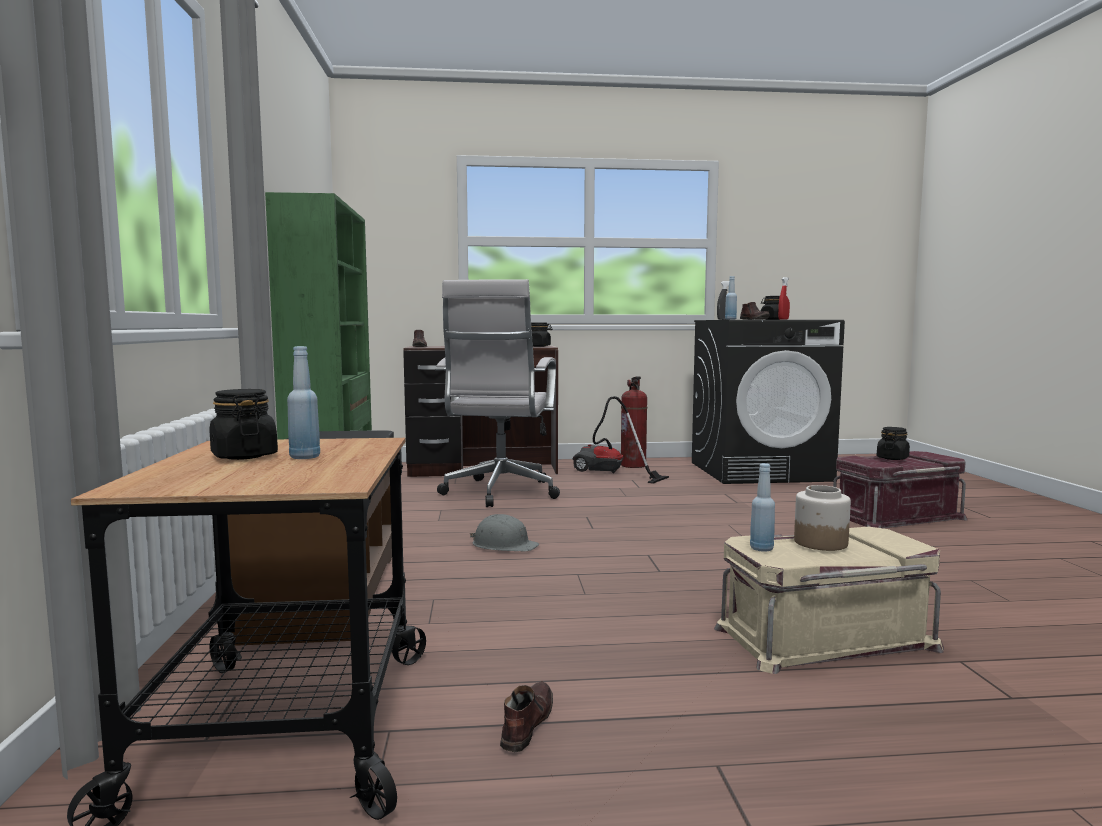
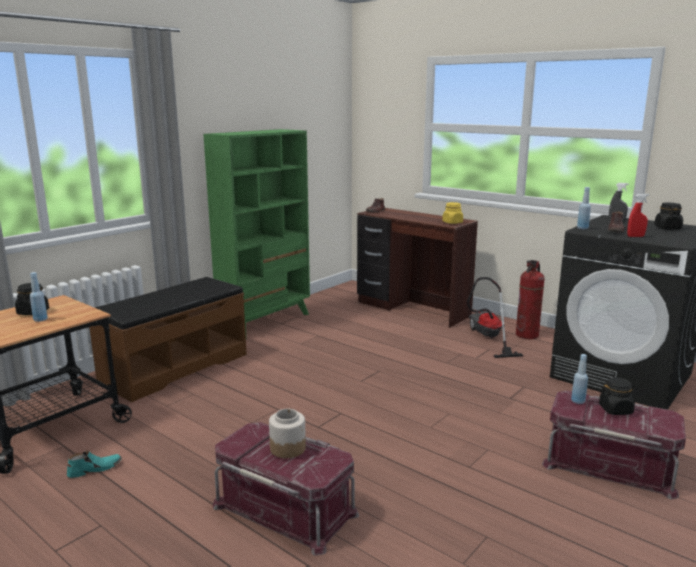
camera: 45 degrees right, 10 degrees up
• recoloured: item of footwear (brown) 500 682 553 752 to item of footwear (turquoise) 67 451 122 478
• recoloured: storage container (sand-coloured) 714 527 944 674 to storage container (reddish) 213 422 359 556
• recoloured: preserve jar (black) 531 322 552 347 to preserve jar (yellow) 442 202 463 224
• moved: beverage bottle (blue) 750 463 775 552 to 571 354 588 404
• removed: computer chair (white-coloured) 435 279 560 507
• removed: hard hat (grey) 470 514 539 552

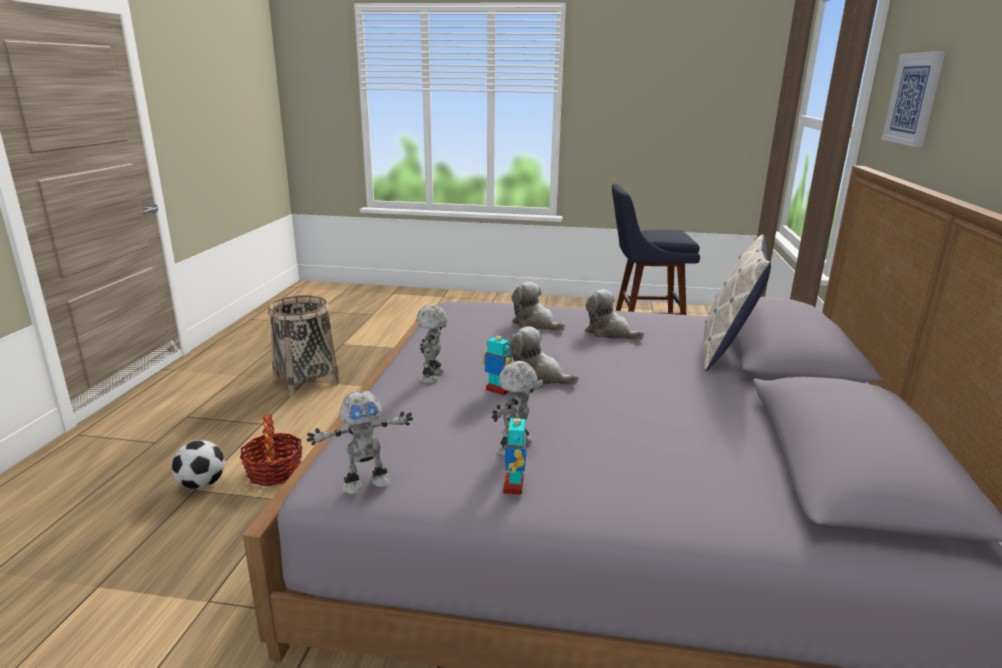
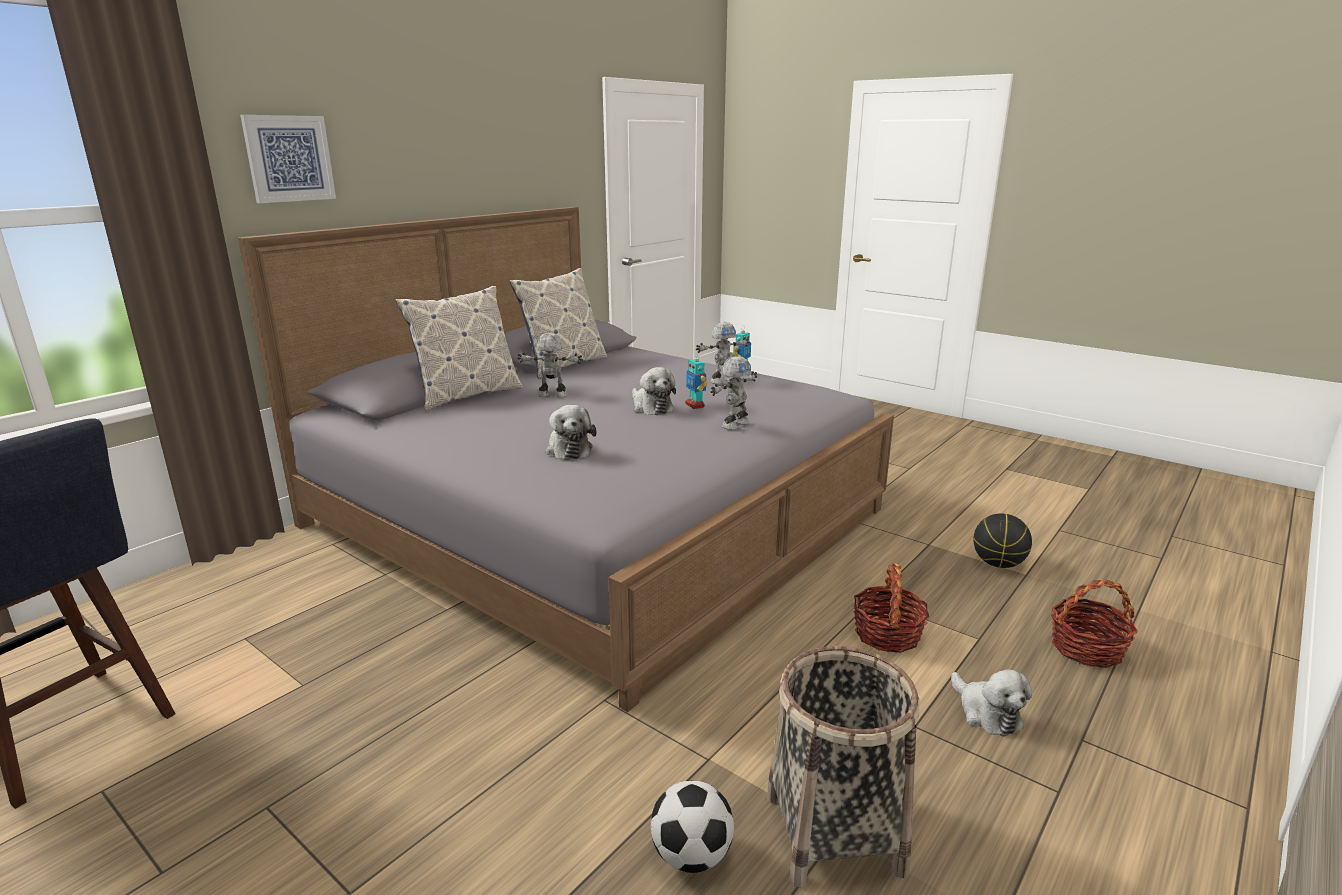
camera: 150 degrees left, 0 degrees up
• added: pillow 509 268 607 378
• moved: model robot 306 390 413 494 to 517 333 583 398
• moved: football 172 440 225 489 to 651 780 734 873
• moved: cuddly toy 585 289 644 340 to 951 670 1032 737
• added: basketball ball 973 513 1032 568
• added: household basket 1051 580 1138 668

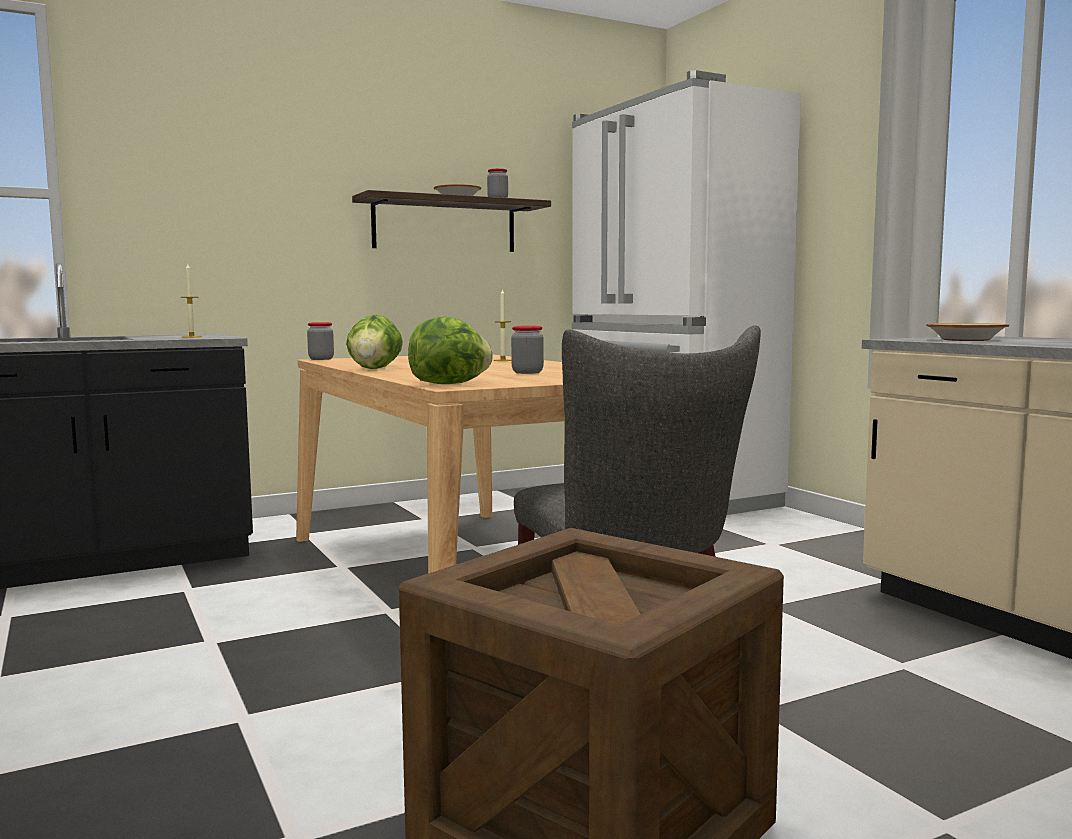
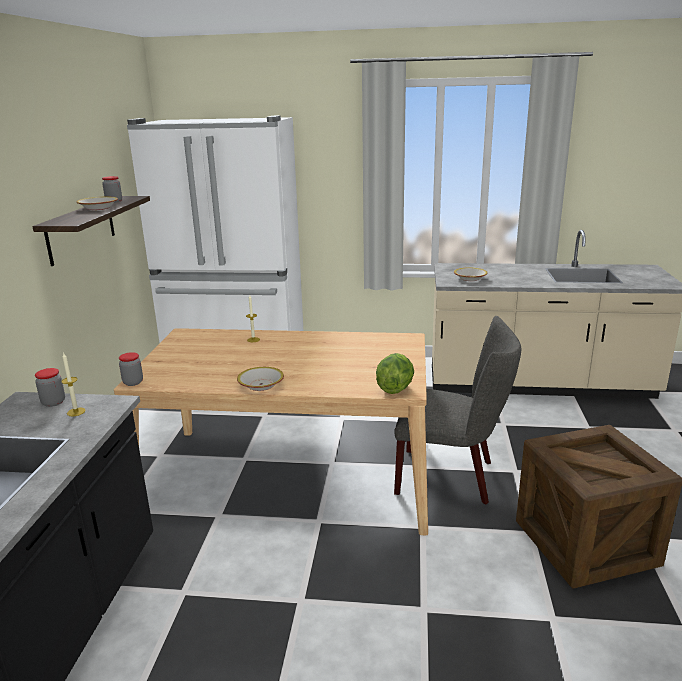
camera: 55 degrees left, 15 degrees up
• moved: preserve jar 511 326 544 374 to 35 368 65 407
• replaced: head of lettuce 346 315 403 369 to serving bowl 237 367 284 391

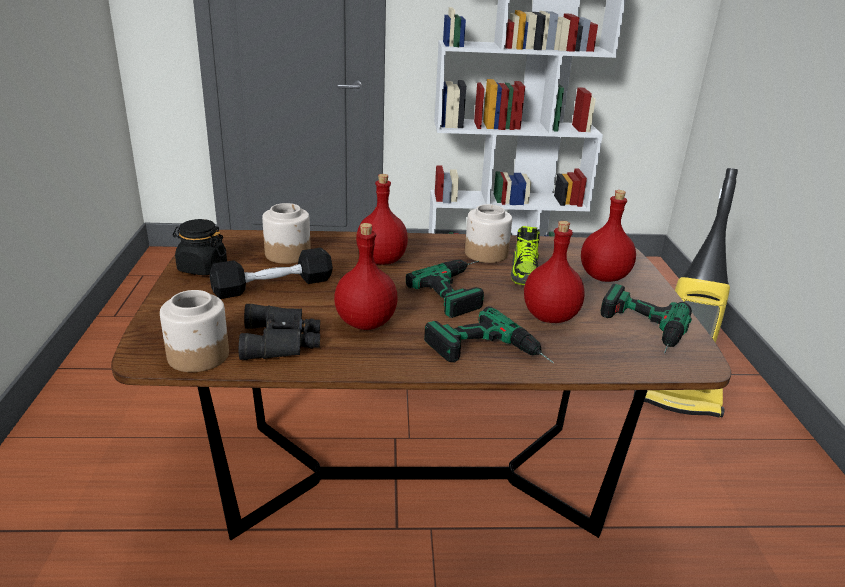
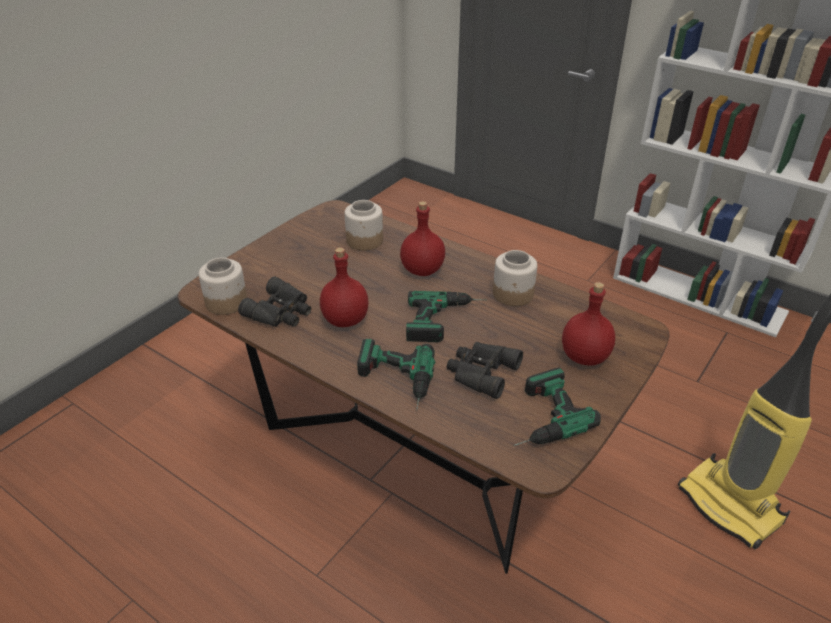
camera: 40 degrees right, 10 degrees up
• replaced: beverage bottle (reddish) 524 221 585 323 to binoculars (black) 447 342 523 399
• removed: preserve jar (black) 173 219 227 275
• removed: hand weight (black) 210 248 333 299
• removed: item of footwear 511 226 540 285

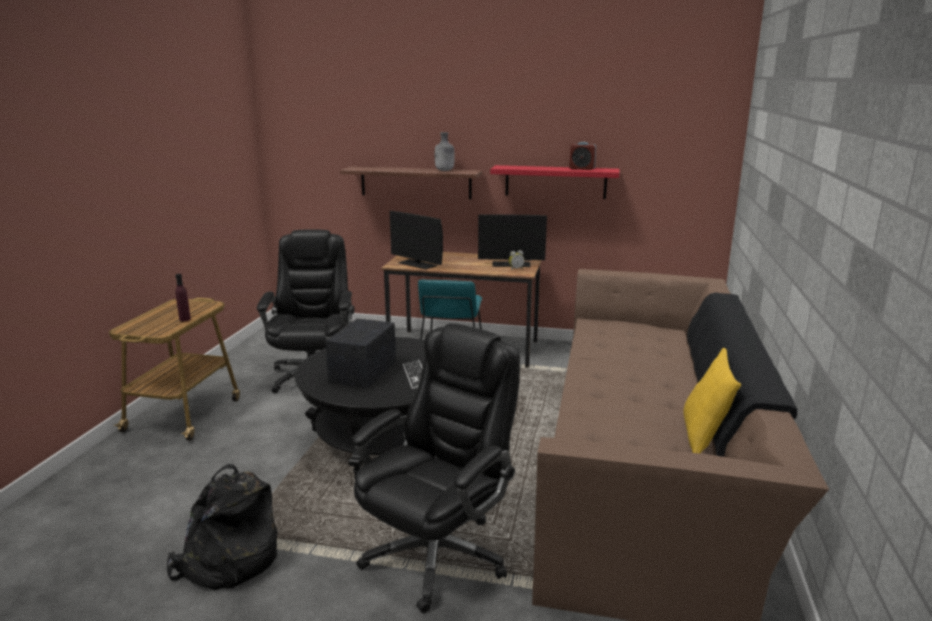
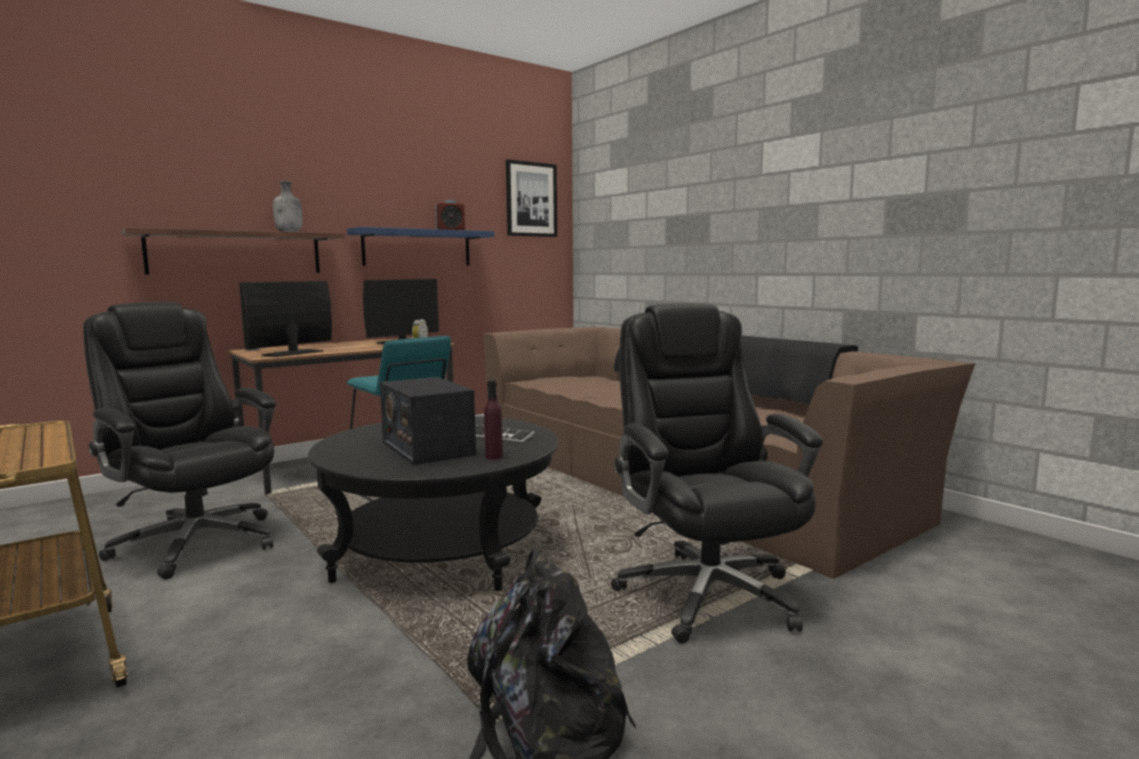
camera: 50 degrees left, 10 degrees down
• turned: computer display 390 211 443 270 = 239 281 332 357 135 degrees clockwise
• recoloured: bracket shelf (reddish) 490 165 620 199 to bracket shelf (blue) 347 227 494 266
• moved: beverage bottle (purple-coloured) 175 274 191 321 to 484 380 503 460
• added: wall picture 506 159 557 237
• removed: pillow (yellow) 683 348 741 453

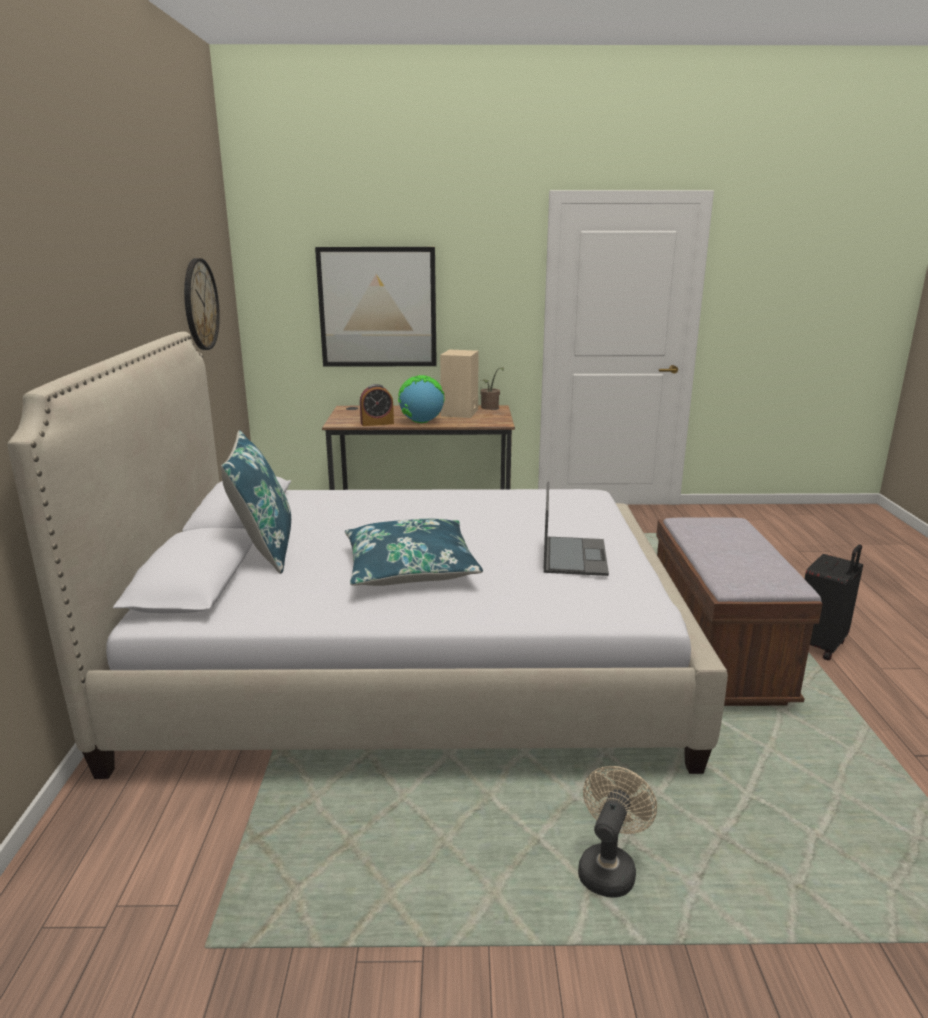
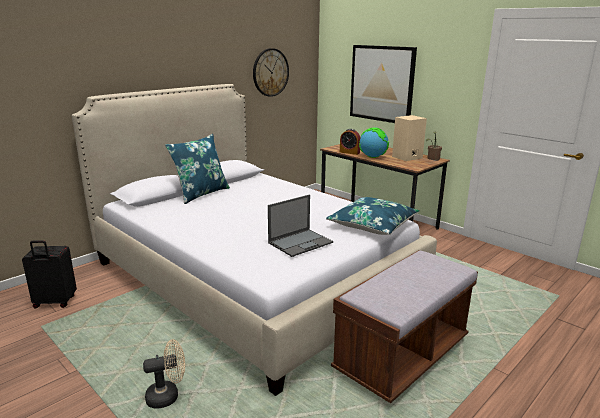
camera: 45 degrees right, 0 degrees up
• moved: travel case (black) 805 544 863 661 to 22 240 77 308
• moved: pillow (blue) 345 519 483 586 to 326 197 419 235

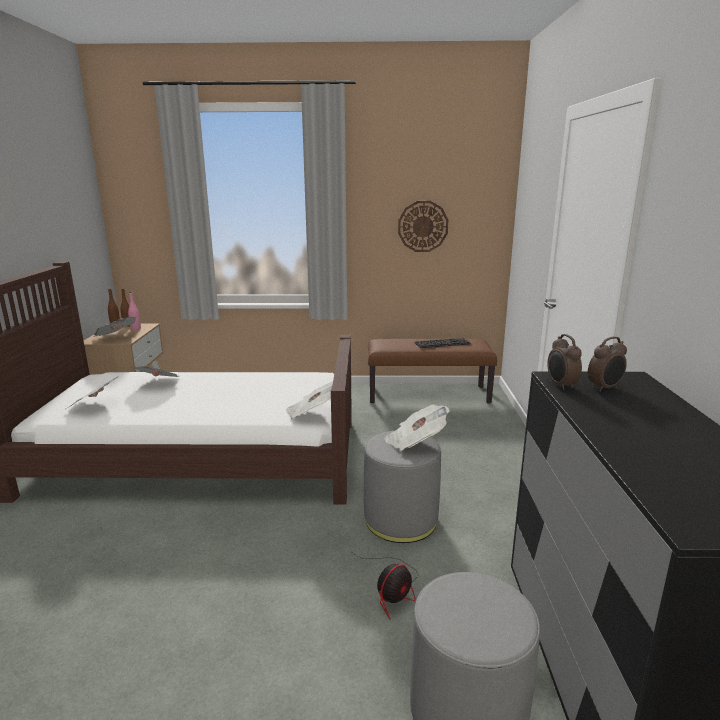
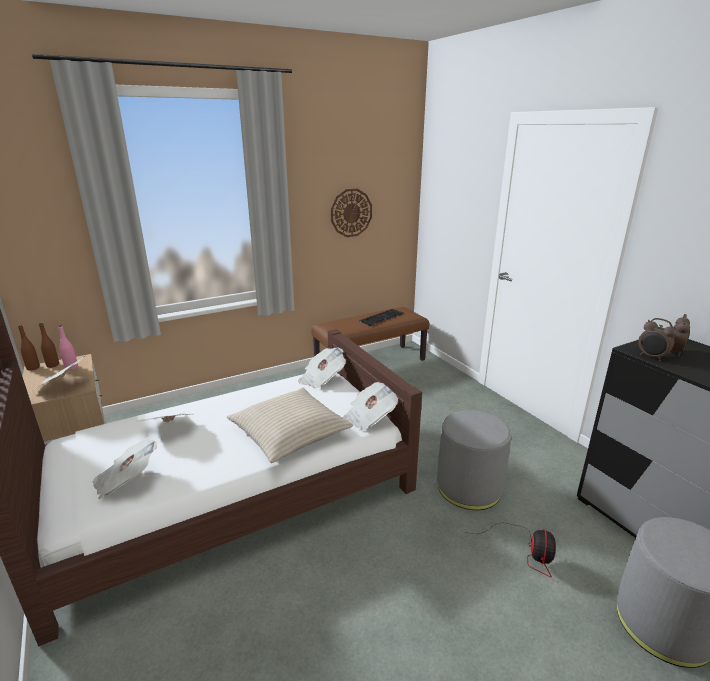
camera: 30 degrees left, 5 degrees up
• added: pillow (sand-coloured) 227 388 353 463
• moved: printed paper 384 404 450 451 to 298 348 346 388

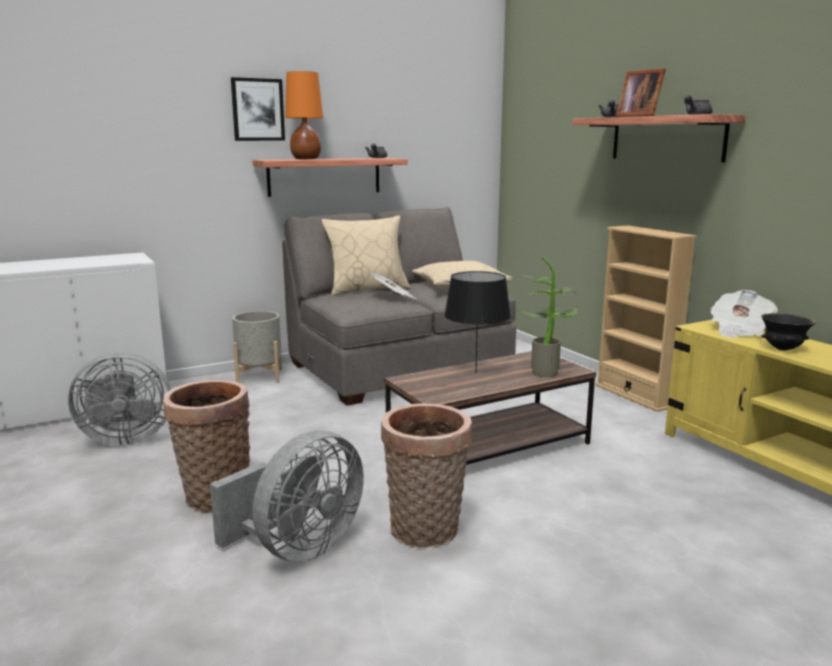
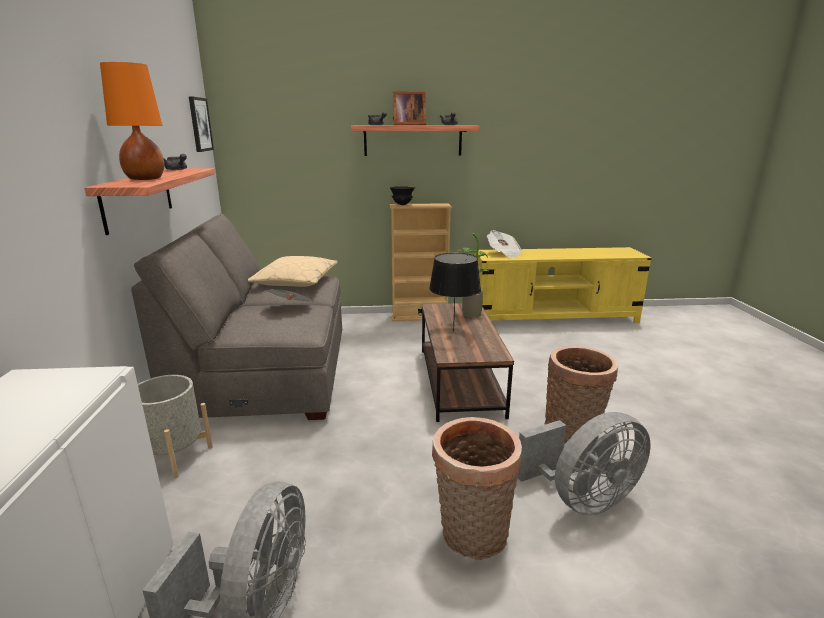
camera: 65 degrees left, 5 degrees up
• moved: wall picture 231 77 285 141 to 189 96 214 152
• moved: serving bowl (black) 761 313 816 351 to 390 186 415 205
• turned: fan (grey) 210 430 364 562 = 518 412 651 515 90 degrees clockwise
• removed: pillow (sand-coloured) 322 215 410 296

